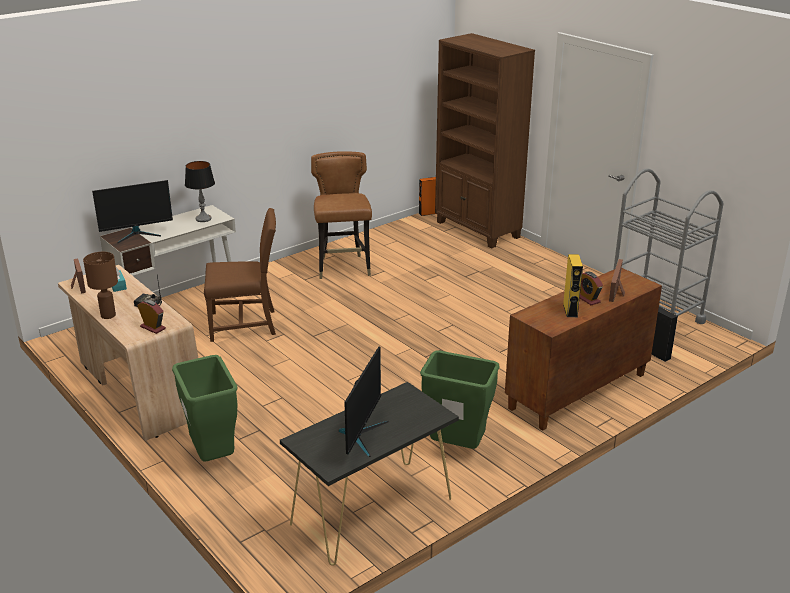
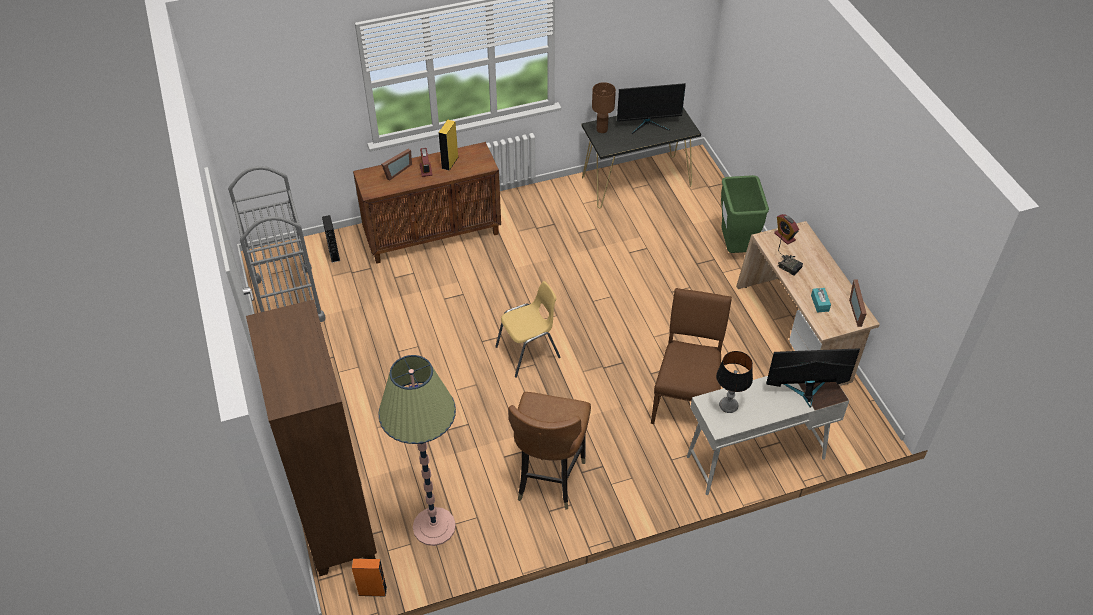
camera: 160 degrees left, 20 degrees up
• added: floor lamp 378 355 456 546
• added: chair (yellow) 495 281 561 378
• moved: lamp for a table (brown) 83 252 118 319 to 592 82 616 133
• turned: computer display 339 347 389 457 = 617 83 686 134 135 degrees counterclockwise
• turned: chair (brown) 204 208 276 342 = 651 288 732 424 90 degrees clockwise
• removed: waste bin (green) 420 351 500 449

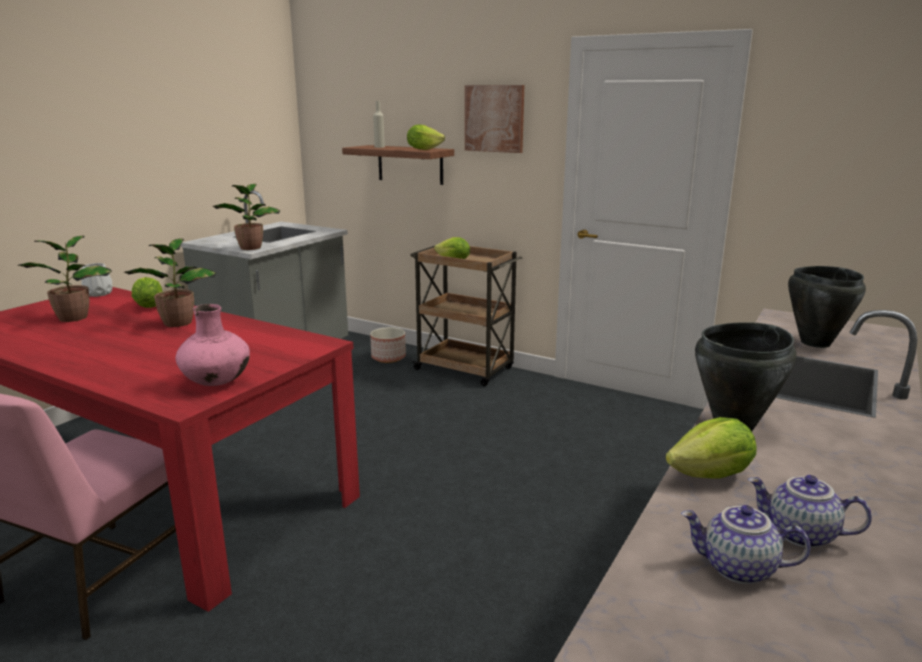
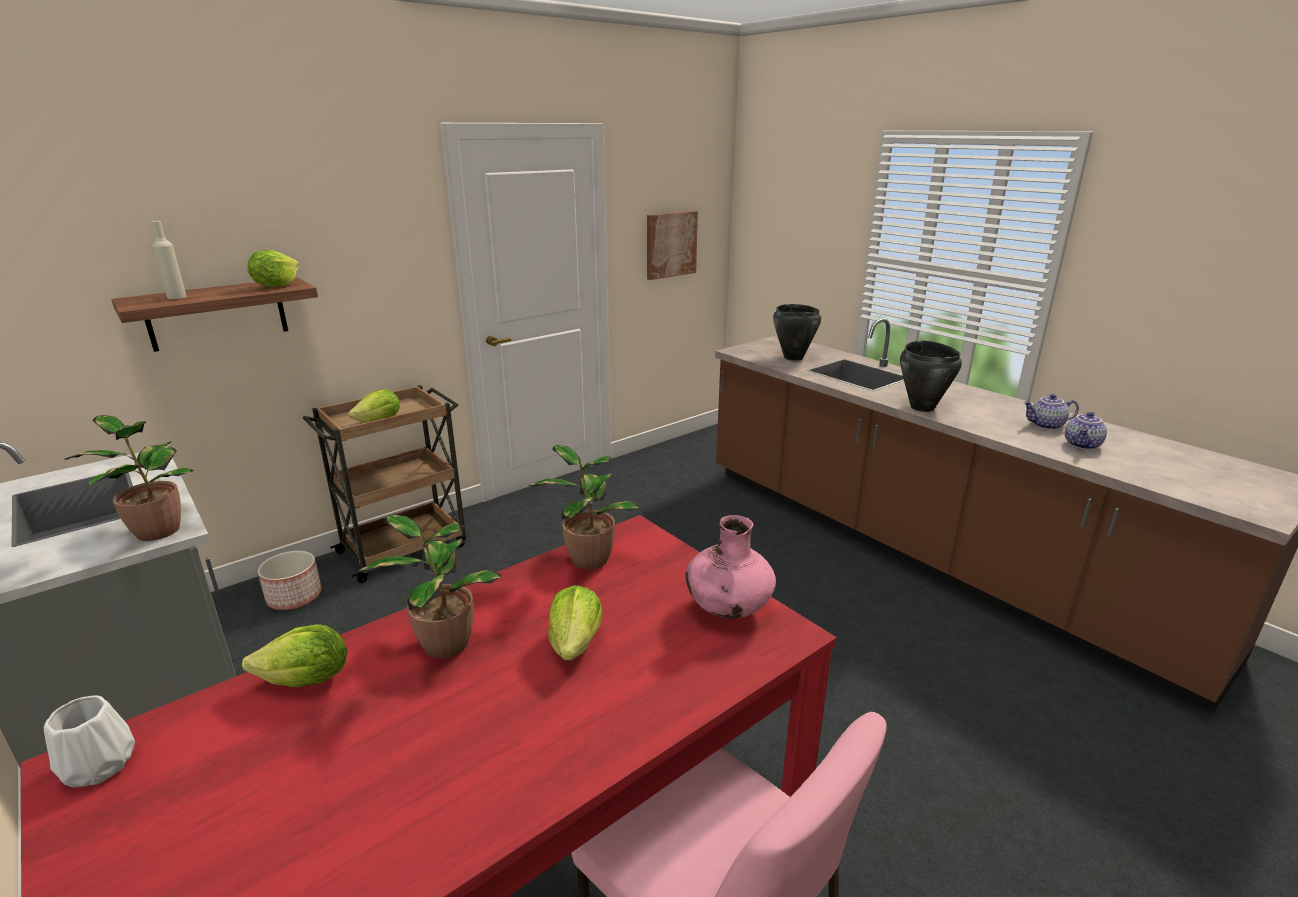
camera: 70 degrees left, 5 degrees up
• moved: plant in a pot 18 236 112 322 to 528 445 639 569
• moved: head of lettuce 666 417 756 479 to 548 585 603 660
• moved: wall picture 465 85 524 153 to 647 211 698 280
• turned: pot for tea 748 475 872 548 = 1023 394 1079 430 45 degrees clockwise

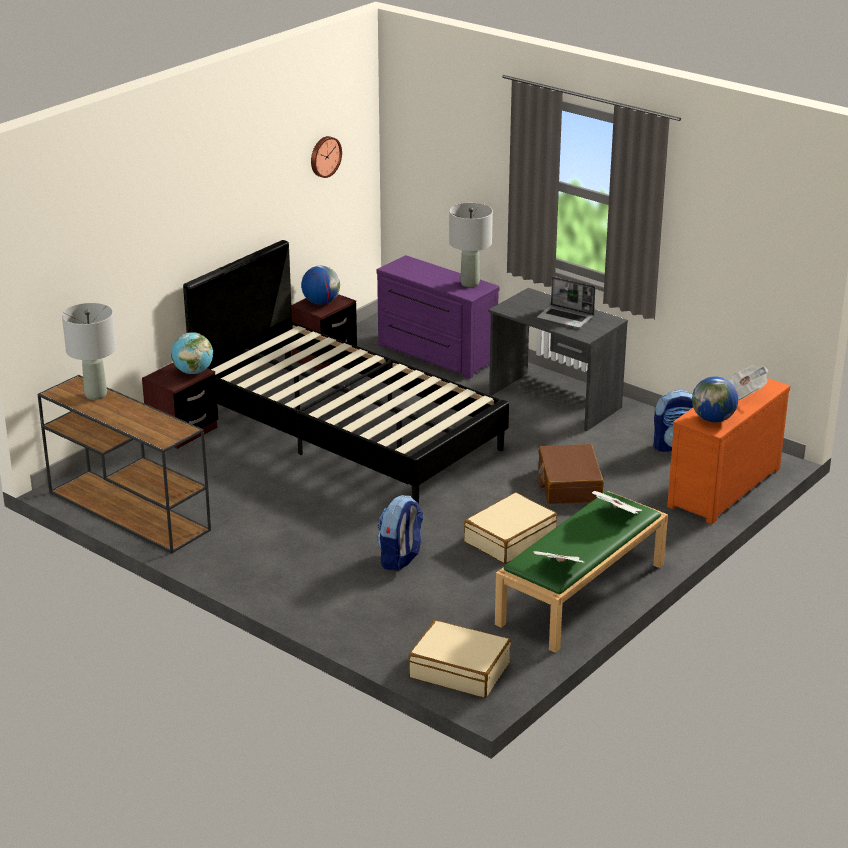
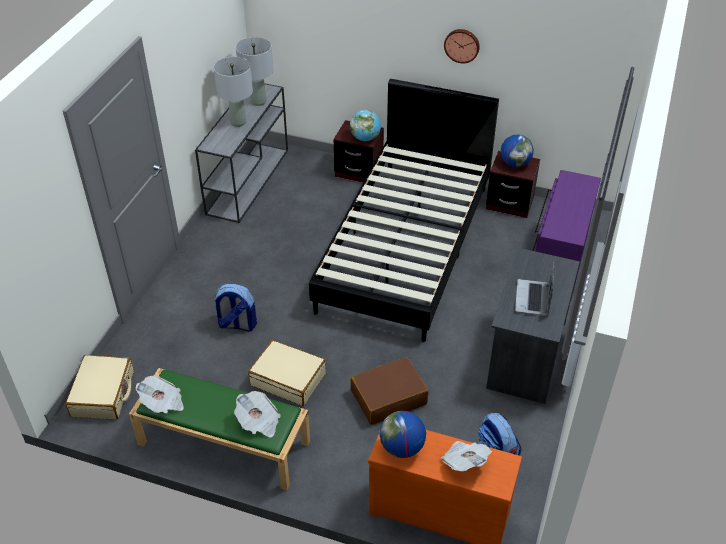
camera: 70 degrees right, 15 degrees up
• recoloured: narrow table (brown) 38 375 211 554 to narrow table (grey) 195 84 288 223
• moved: lamp for a table (grey) 449 203 493 287 to 214 57 253 127
• moved: wall clock 311 136 342 178 to 444 29 480 63

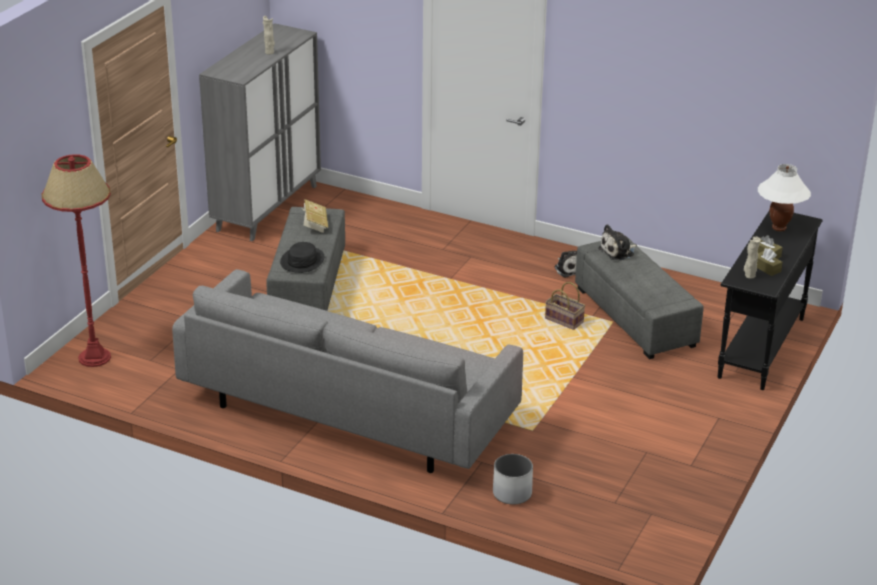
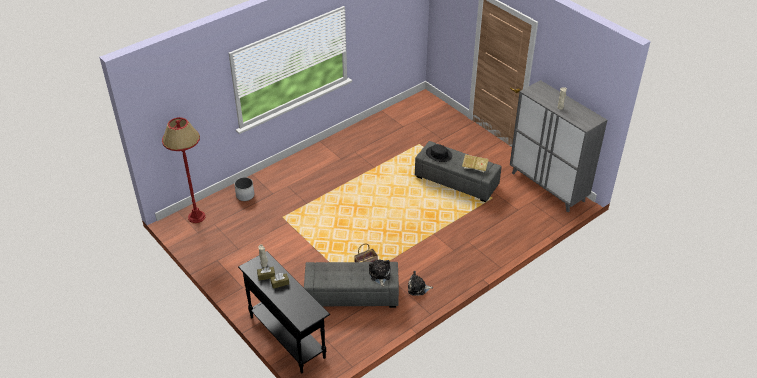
camera: 115 degrees right, 10 degrees up
• moved: floor lamp (reddish) 42 154 111 367 to 162 117 206 223
• removed: sofa (grey) 172 269 523 473
• removed: lamp for a table (white-coloured) 758 164 811 232

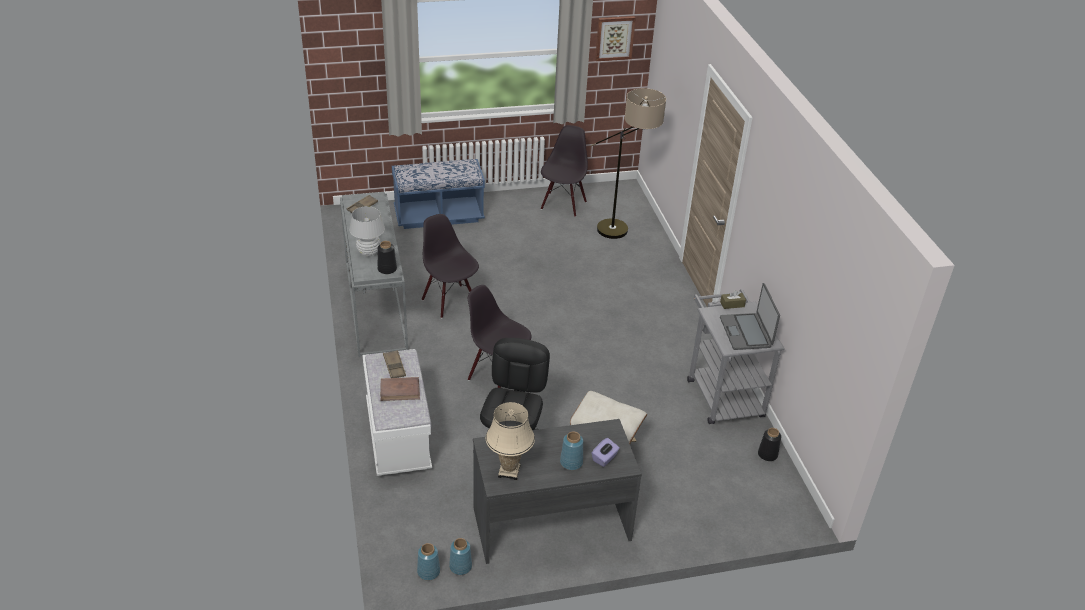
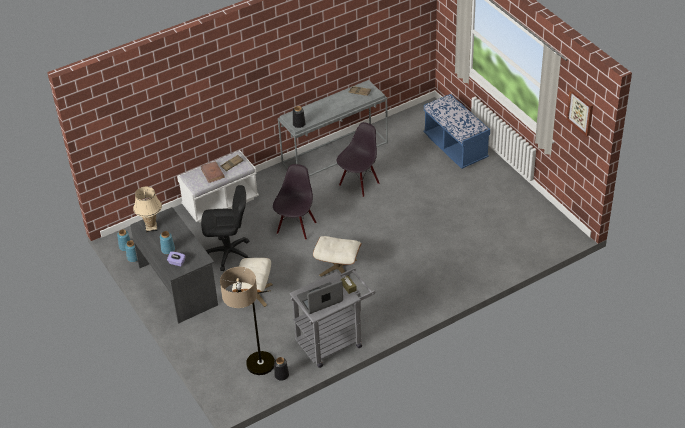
camera: 75 degrees right, 5 degrees up
• moved: floor lamp 591 88 666 239 to 220 267 275 375
• added: pouffe (sand-coloured) 313 236 362 277
• removed: lamp for a table (white-coloured) 349 206 385 256
• removed: chair (black) 541 125 588 217

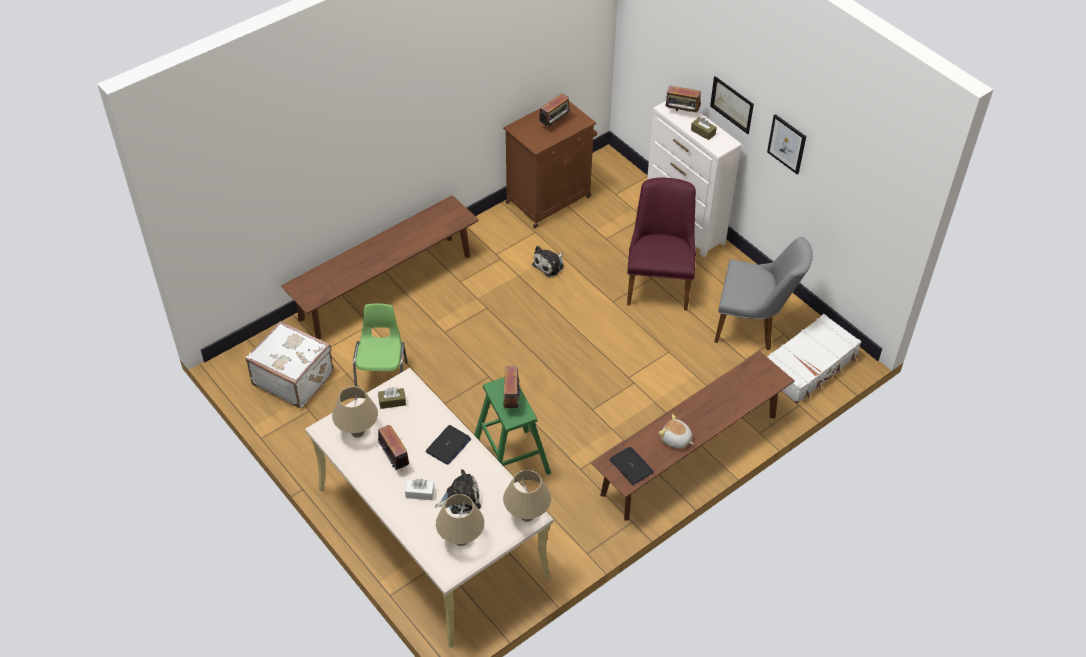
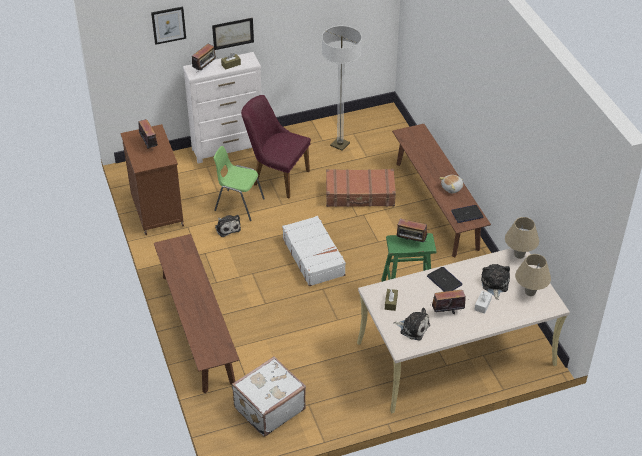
camera: 70 degrees left, 5 degrees down
• moved: wall picture 767 114 806 174 to 151 7 186 45
• moved: chair (green) 353 304 408 387 to 213 146 265 221
• moved: travel case (white-coloured) 767 314 862 403 to 282 216 346 286
• replaced: chair (grey) 715 237 813 350 to floor lamp 322 26 362 151
• added: travel case (brown) 326 169 396 207
• replaced: lamp for a table (sand-coloured) 332 386 378 438 to cuddly toy 393 307 430 341

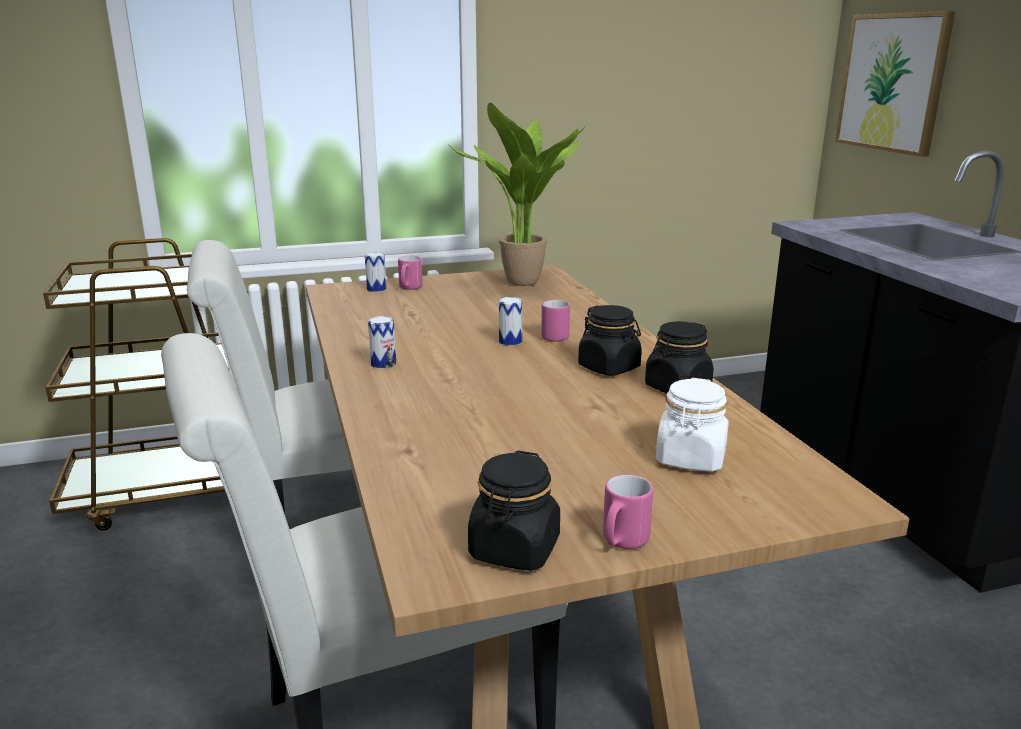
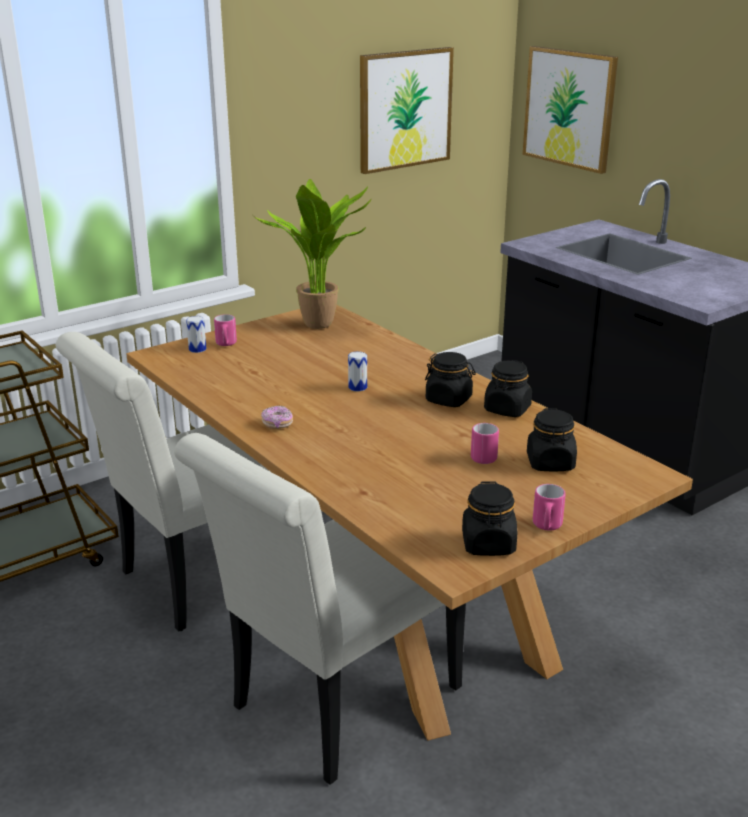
camera: 20 degrees left, 5 degrees up
• replaced: sealed can 368 316 396 369 to donut 261 406 293 429
• added: wall picture 360 47 454 174
• moved: mug (pink-coloured) 541 300 570 342 to 471 423 499 464
• recoloured: preserve jar (white-coloured) 656 378 729 472 to preserve jar (black) 527 408 577 471

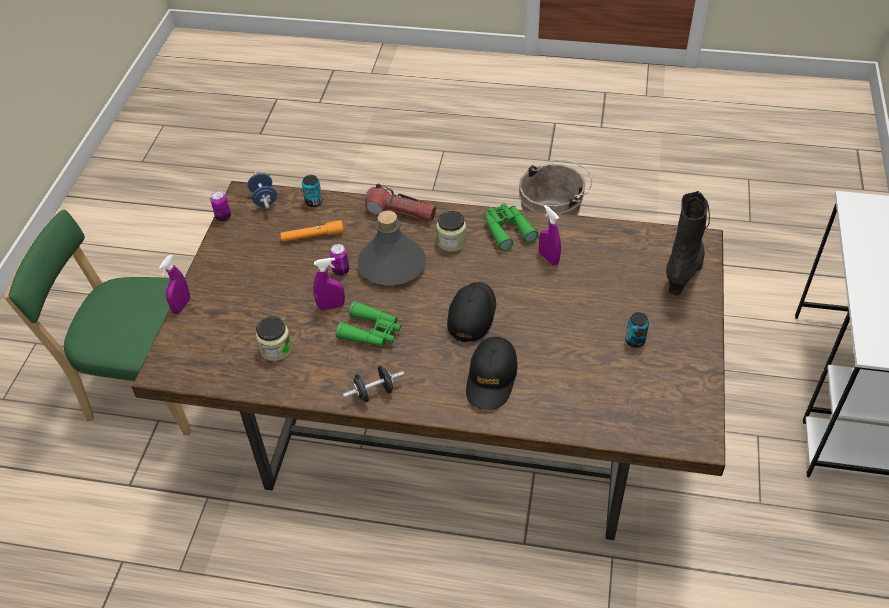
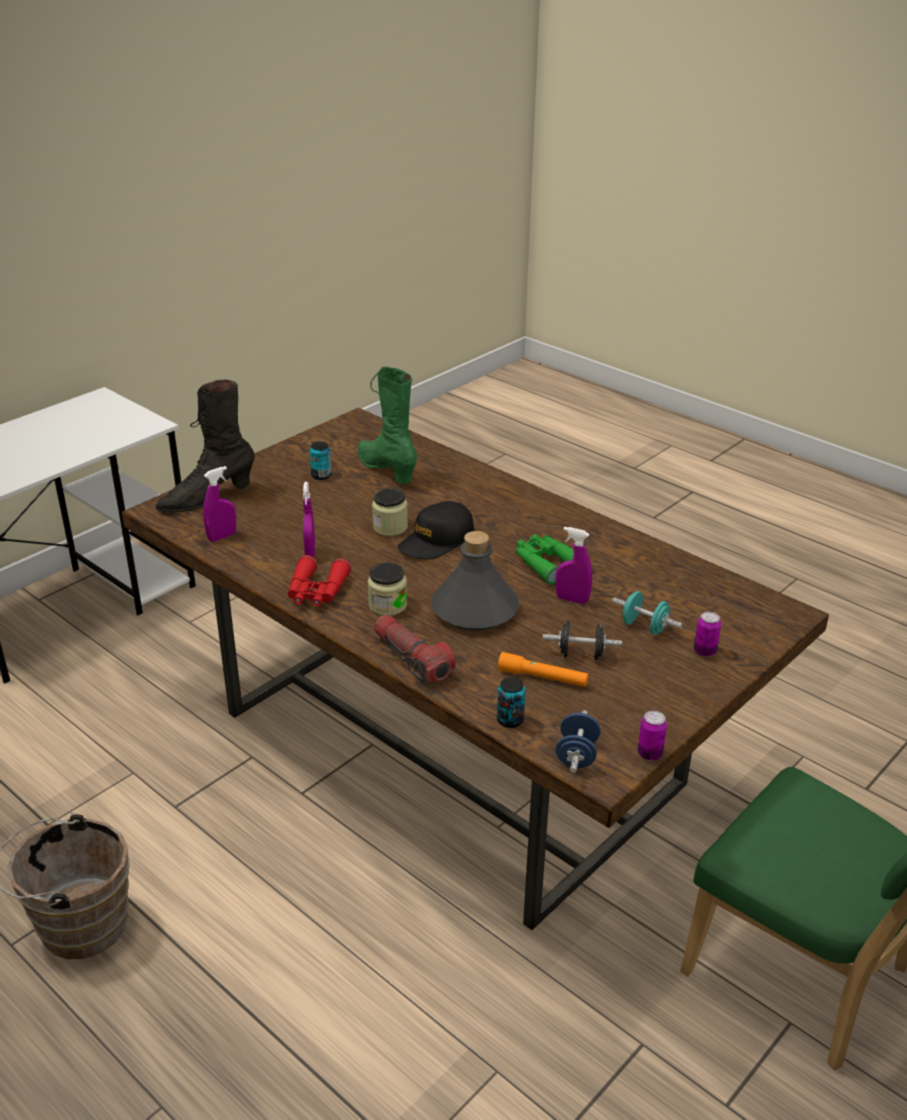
camera: 150 degrees left, 15 degrees down
• moved: sprayer (purple-coloured) 159 255 190 314 to 203 466 236 542
• recoloured: binoculars (green) 484 203 538 251 to binoculars (reddish) 288 555 351 606
• added: boot (green) 358 366 417 484
• moved: preserve jar 256 316 292 361 to 372 488 408 536
• moved: hand weight (black) 343 365 404 403 to 543 621 622 660
• added: hand weight (turquoise) 612 591 682 635
• moved: sealed can 330 244 349 276 to 694 612 721 657
• removed: cap (black) 466 337 518 410

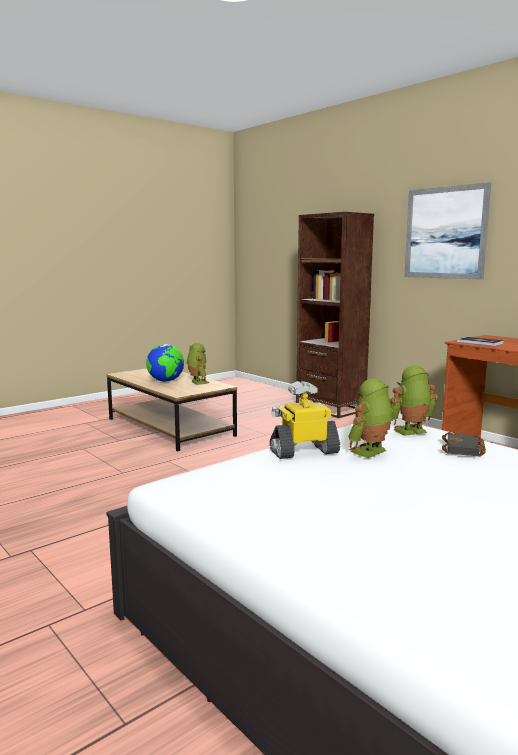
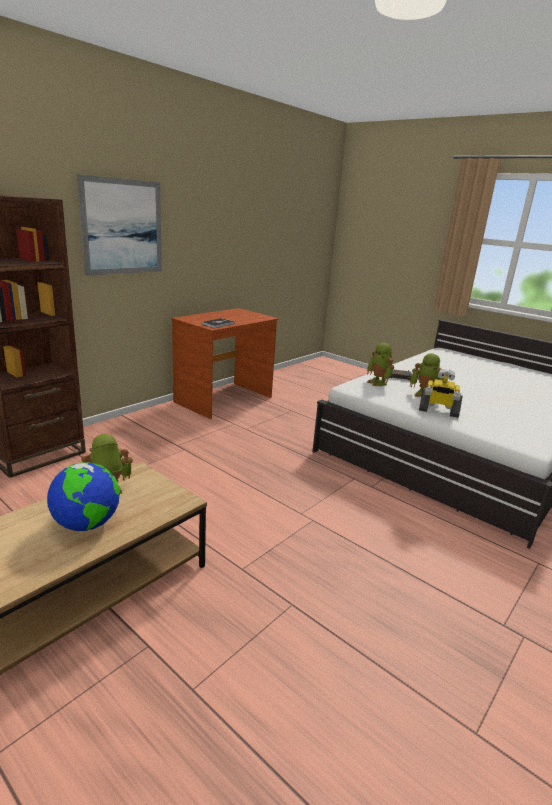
camera: 100 degrees left, 10 degrees up
• turned: model robot 270 381 340 459 = 419 369 463 418 45 degrees counterclockwise

